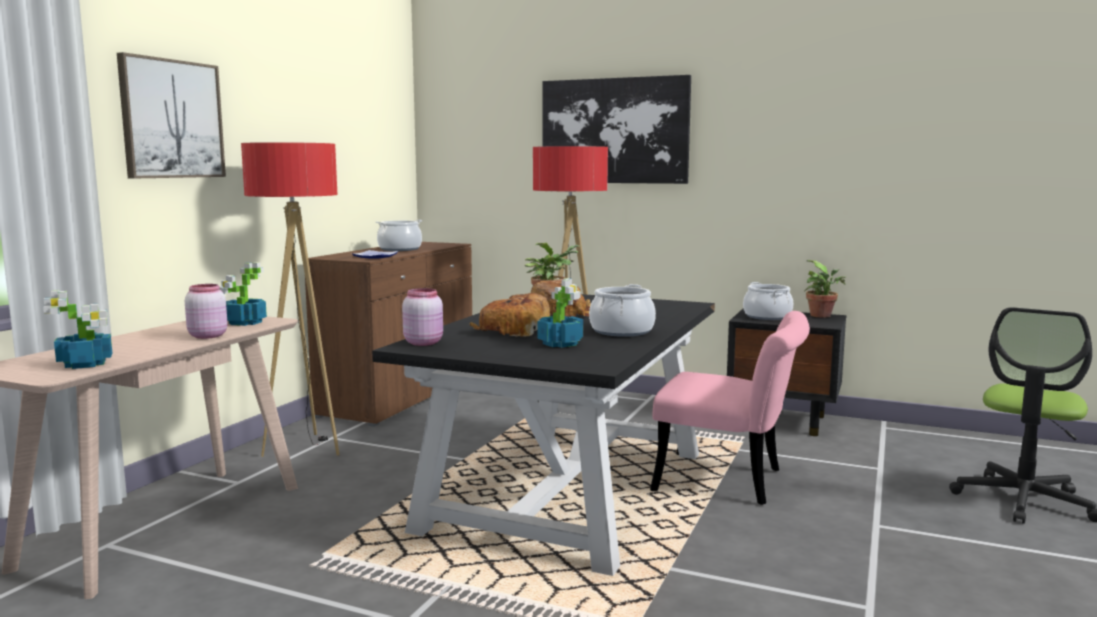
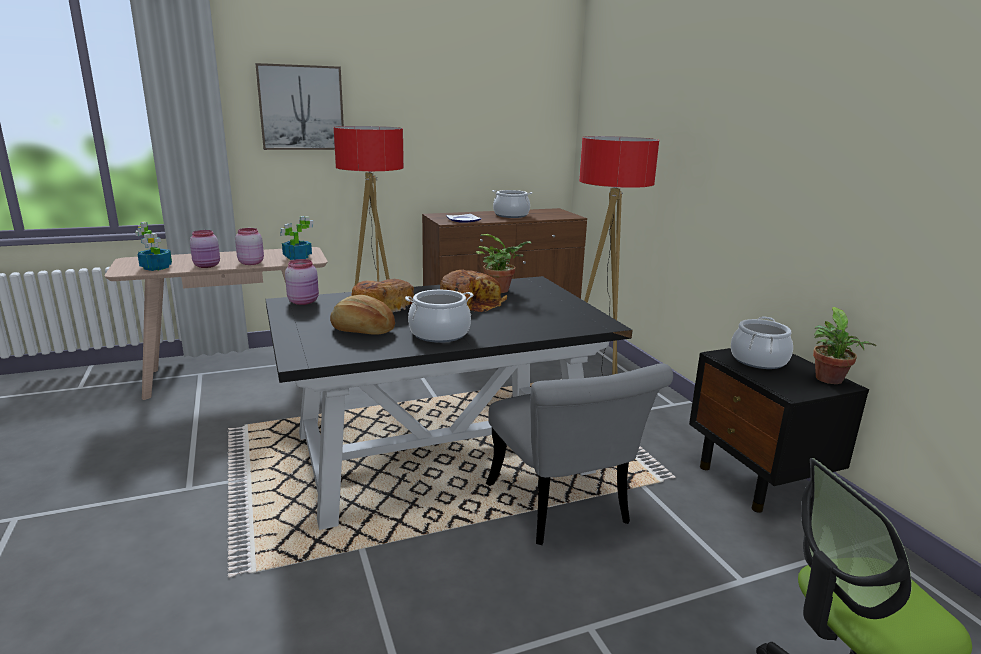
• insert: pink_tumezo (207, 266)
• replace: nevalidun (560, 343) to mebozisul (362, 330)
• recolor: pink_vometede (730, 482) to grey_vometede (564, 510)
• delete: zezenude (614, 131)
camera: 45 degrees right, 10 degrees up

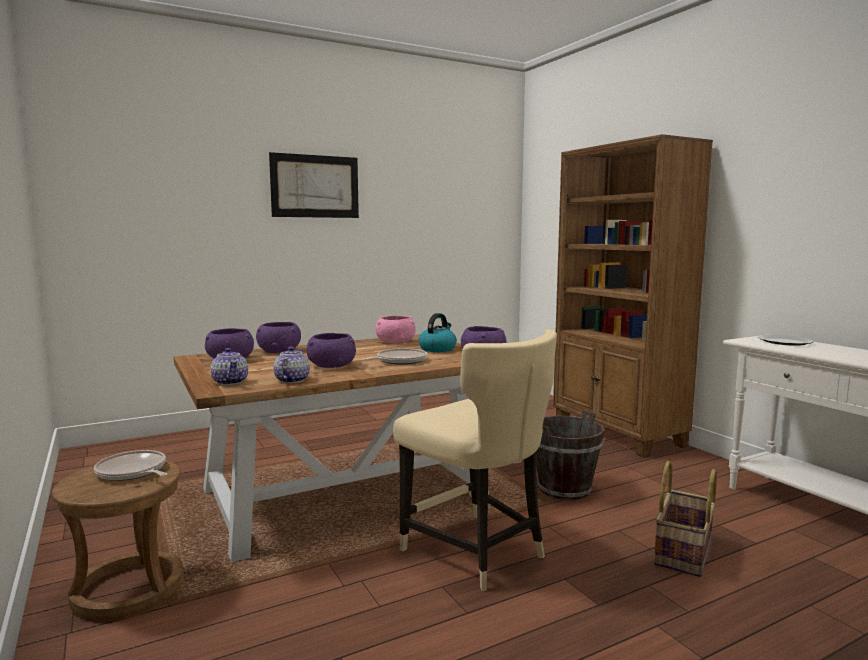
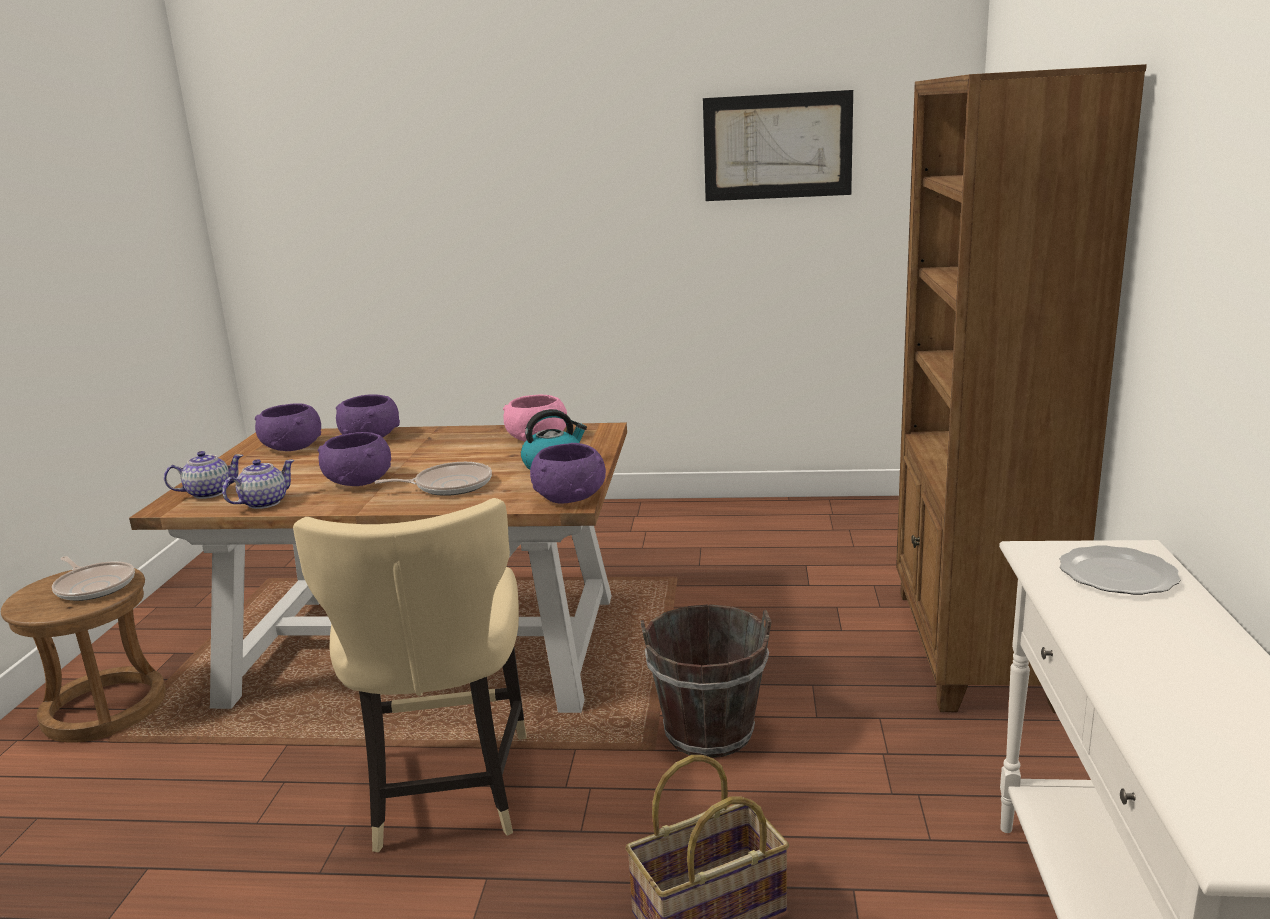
• rotate: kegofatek (133, 472) = (94, 586) 150 degrees clockwise
• rotate: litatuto (230, 382) = (208, 493) 120 degrees counterclockwise
• move: zezenude (315, 186) to (777, 146)
camera: 35 degrees right, 10 degrees up

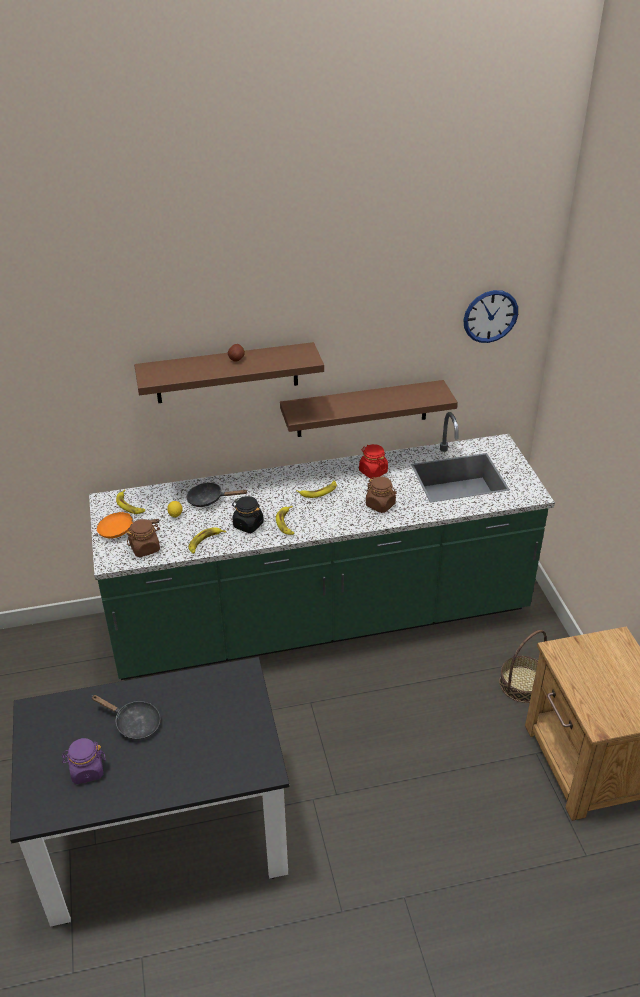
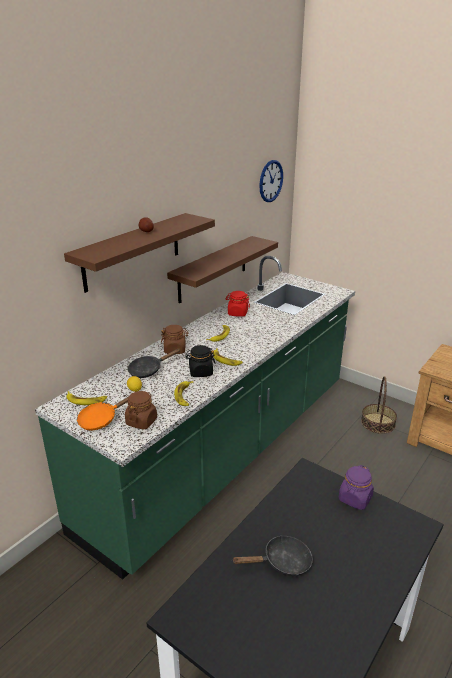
• move: brown_tumezo (380, 505) to (175, 350)
• move: purple_tumezo (87, 770) to (355, 499)
camera: 40 degrees left, 10 degrees down

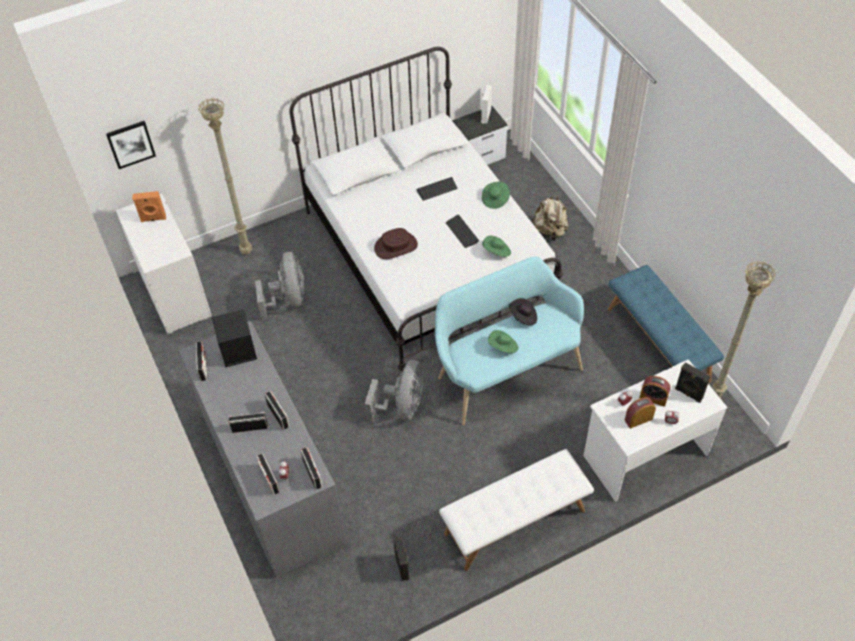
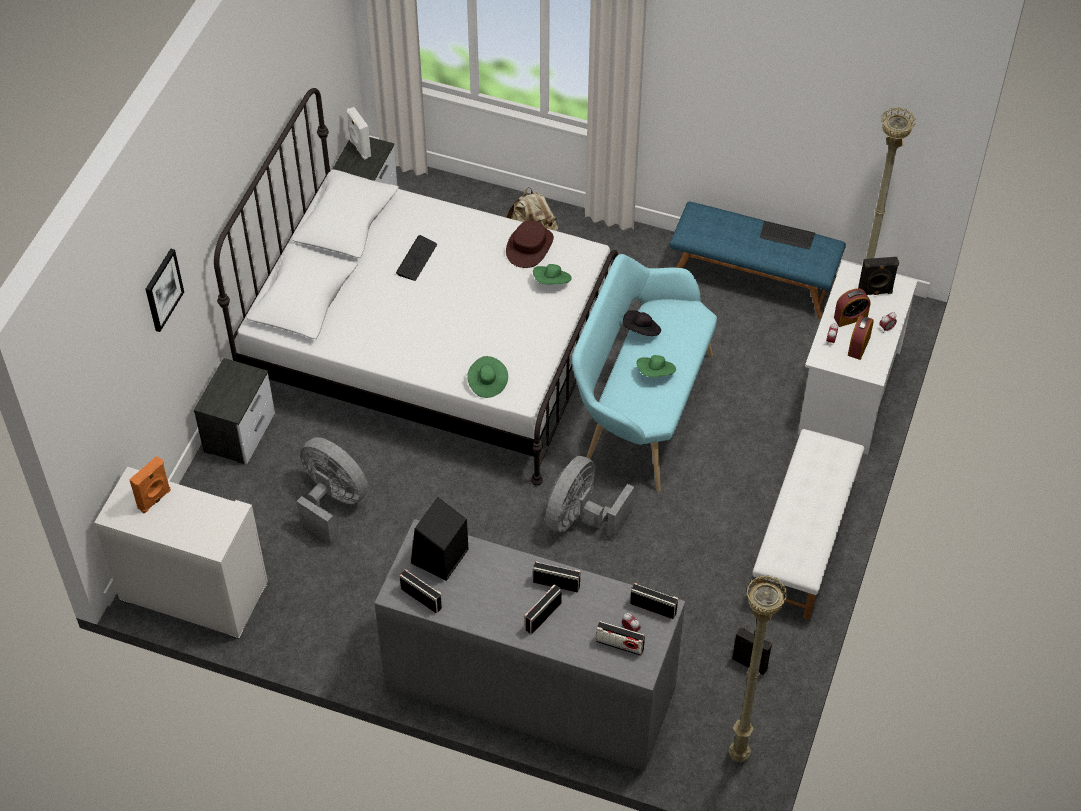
• move: zezenude (130, 144) to (163, 289)
• insert: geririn (240, 432)
• move: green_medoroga (495, 199) to (487, 383)
• move: brown_medoroga (396, 246) to (529, 246)
• rotate: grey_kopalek (402, 406) = (580, 518) 120 degrees counterclockwise
• move: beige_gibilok (246, 251) to (738, 754)
• move: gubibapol (462, 232) to (787, 236)
camera: 45 degrees left, 0 degrees up

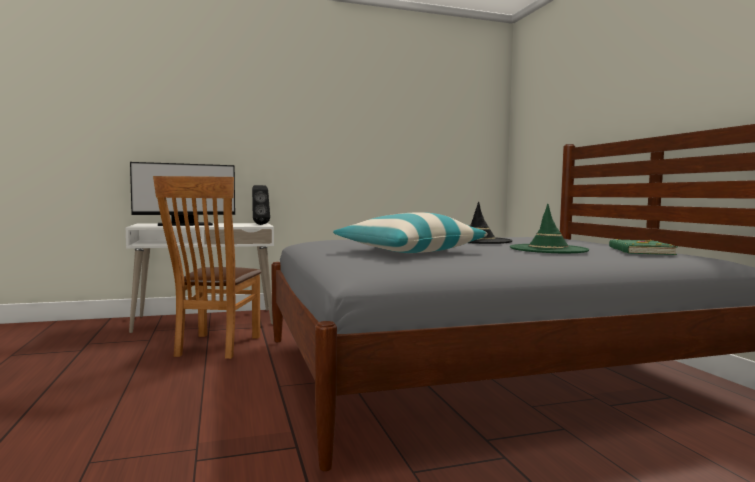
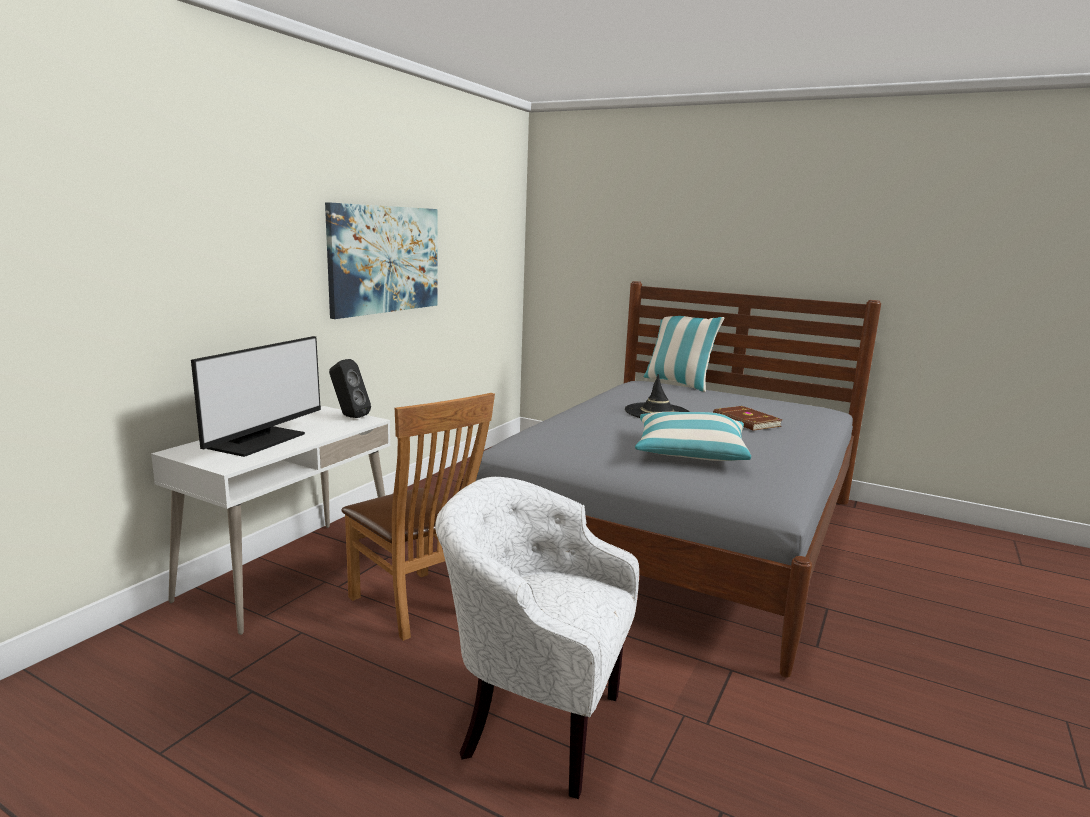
• insert: zezenude (385, 259)
• insert: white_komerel (533, 723)
• insert: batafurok (678, 383)
• replace: green_medoroga (548, 249) to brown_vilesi (745, 421)
• delete: green_vilesi (639, 251)
camera: 45 degrees left, 10 degrees up

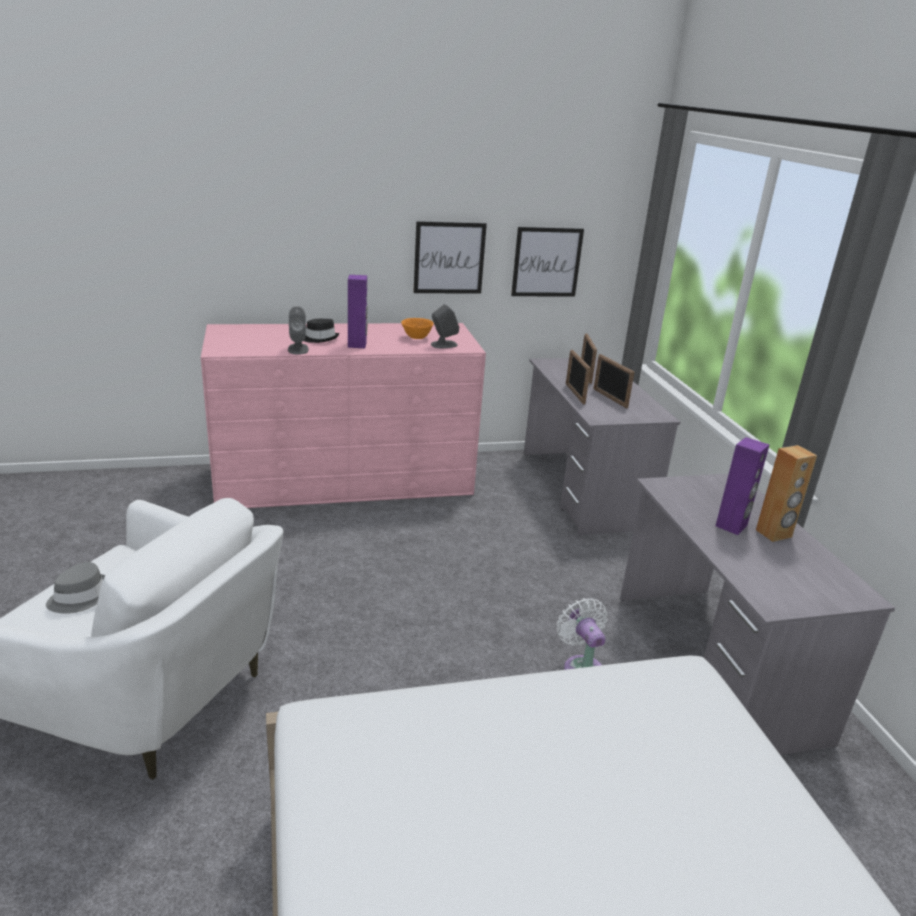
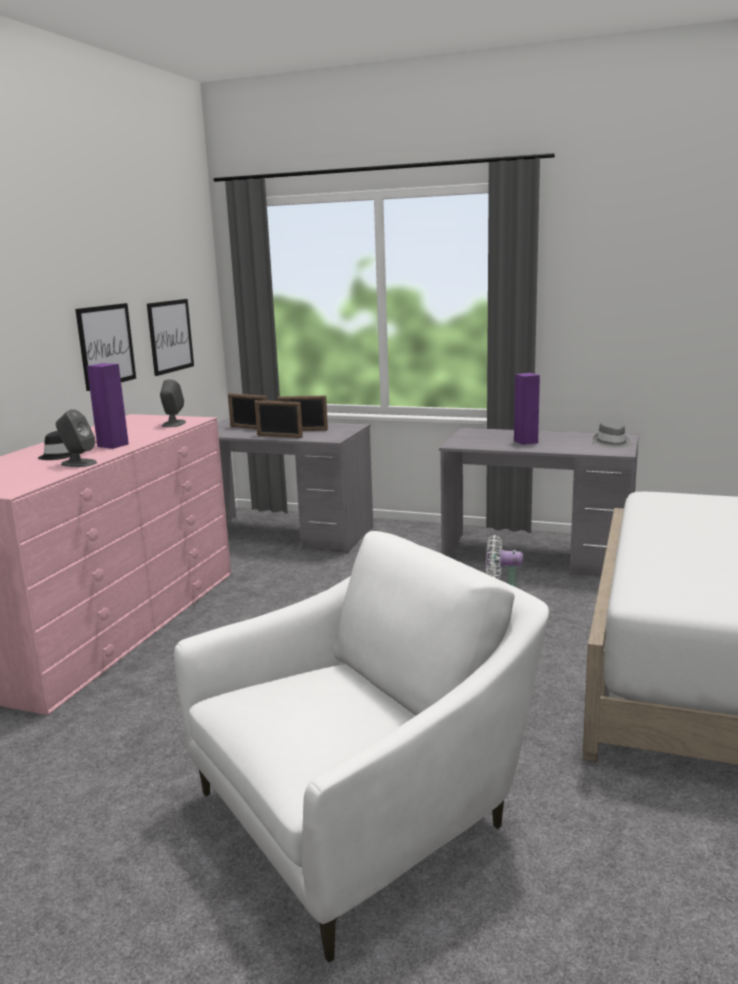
• move: grey_medoroga (80, 596) to (612, 442)
• delete: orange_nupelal (416, 338)
• delete: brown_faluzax (774, 534)
camera: 55 degrees left, 10 degrees down

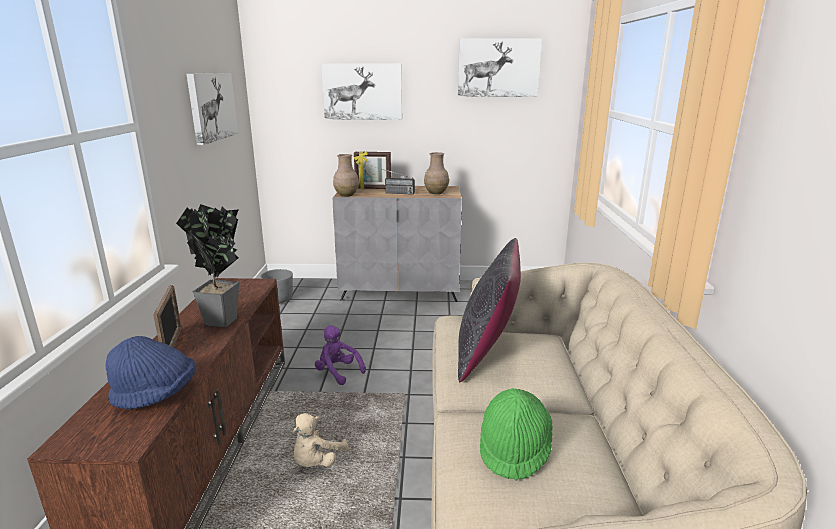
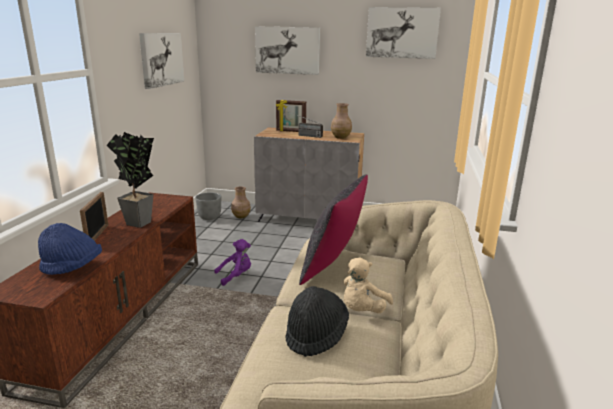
• rotate: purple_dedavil (338, 372) = (236, 276) 105 degrees clockwise
• move: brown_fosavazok (346, 195) to (240, 216)
• recolor: green_medoroga (514, 448) to black_medoroga (316, 335)
• move: beige_dedavil (317, 462) to (362, 310)
camera: 10 degrees right, 0 degrees up

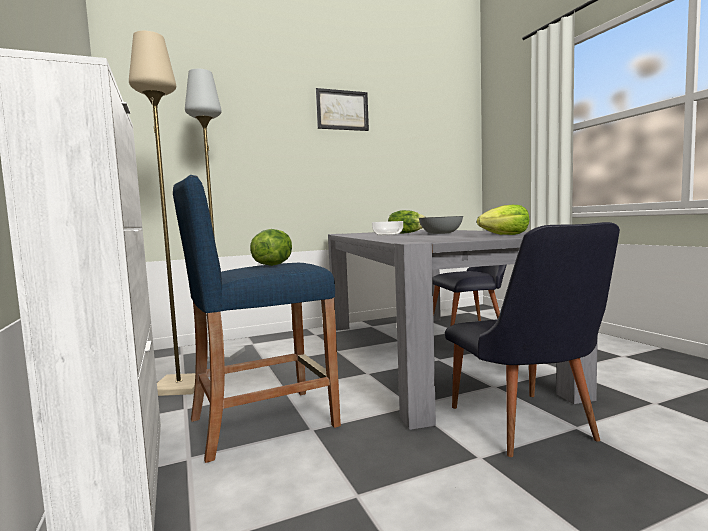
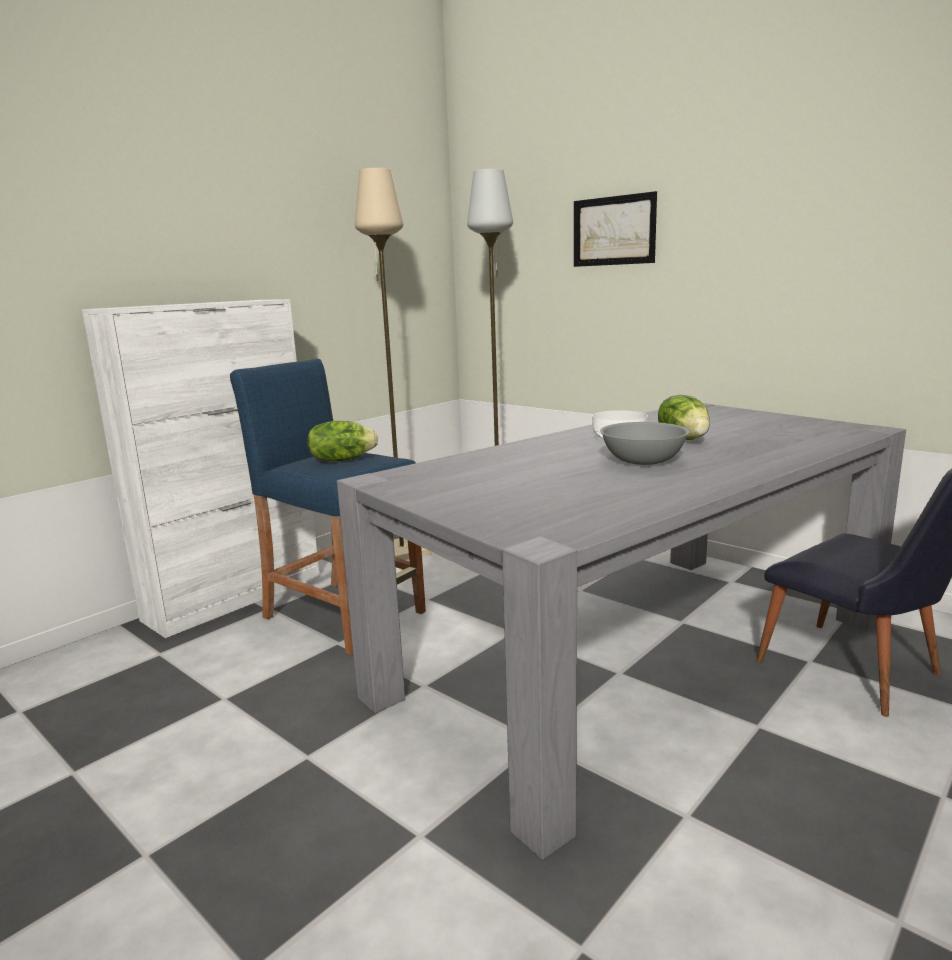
• move: zezenude (342, 110) to (613, 231)
• delete: black_vometede (527, 429)
• delete: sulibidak (505, 235)
camera: 65 degrees right, 10 degrees up

